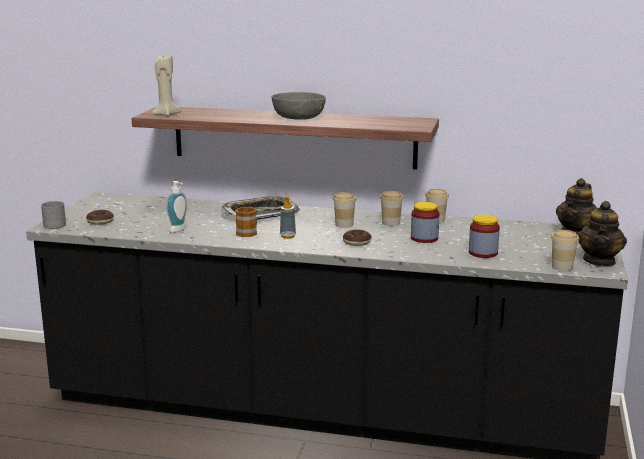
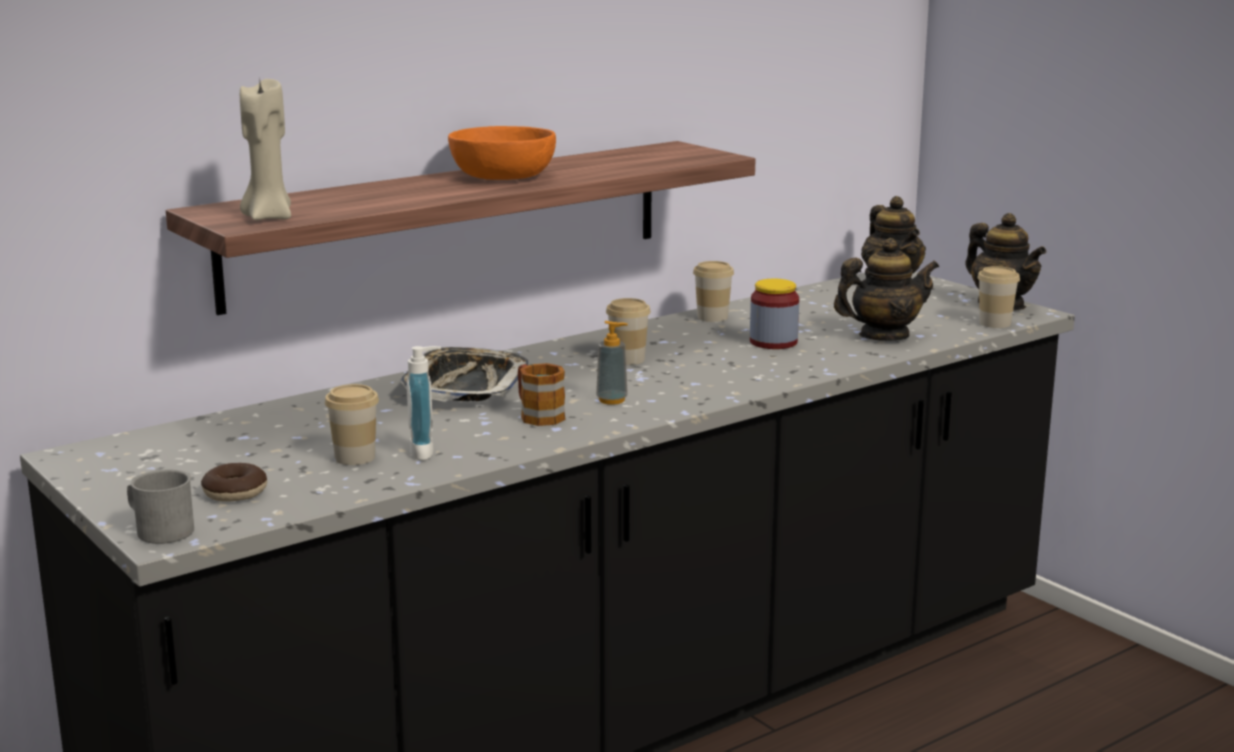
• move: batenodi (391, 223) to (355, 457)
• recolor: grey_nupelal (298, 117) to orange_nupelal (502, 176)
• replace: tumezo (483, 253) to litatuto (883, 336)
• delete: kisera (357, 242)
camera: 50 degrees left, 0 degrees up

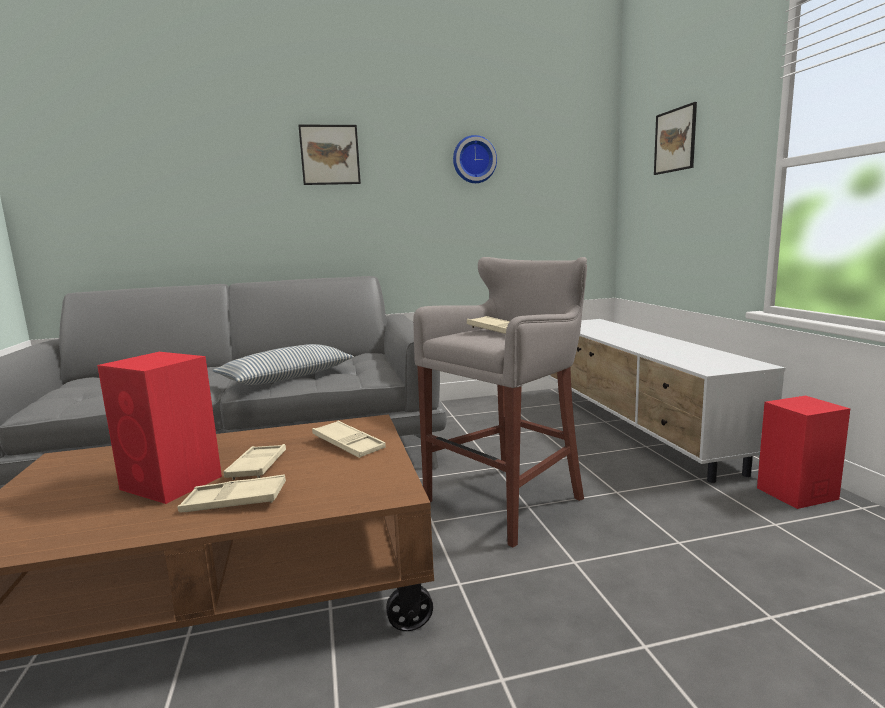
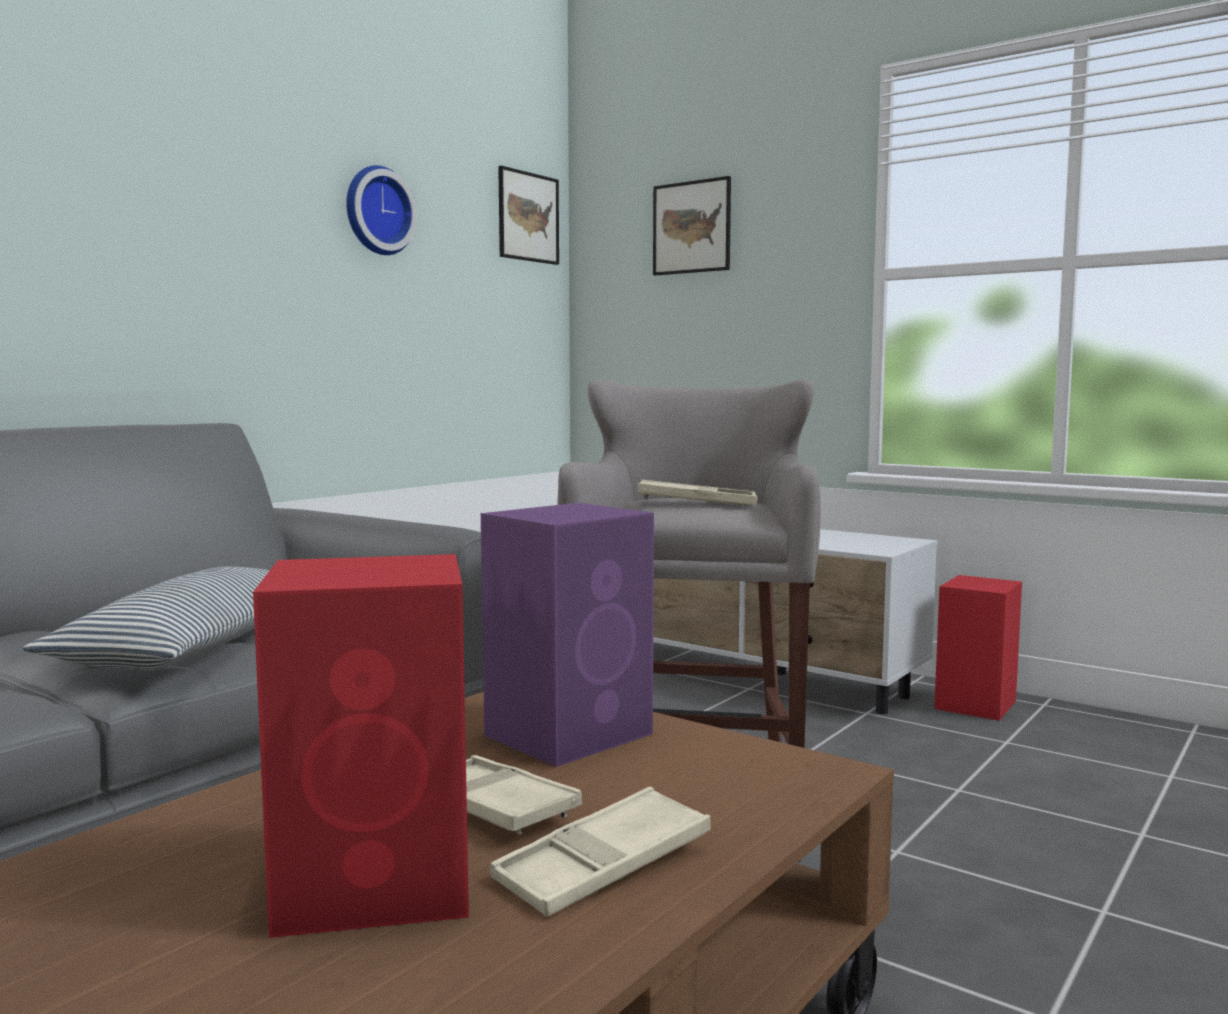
• replace: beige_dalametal (348, 444) to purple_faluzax (571, 733)
• move: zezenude (330, 155) to (528, 217)
camera: 40 degrees left, 5 degrees down

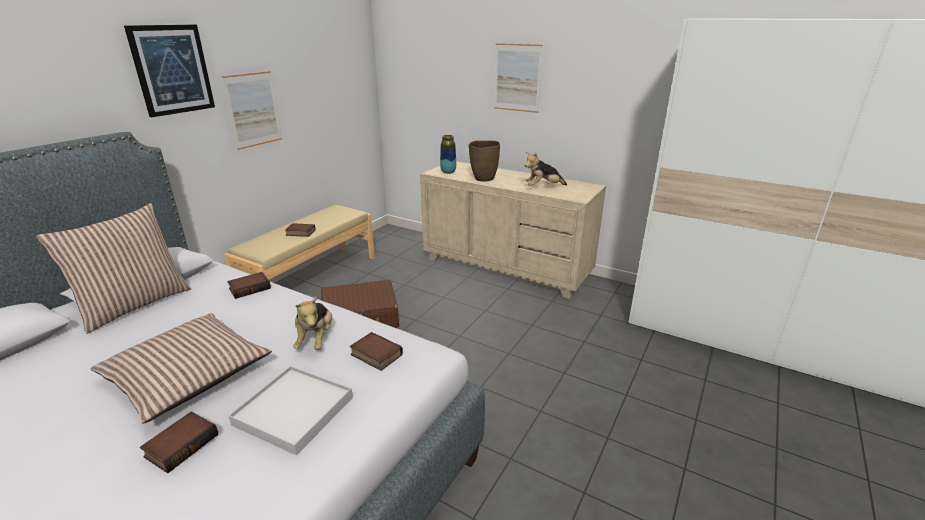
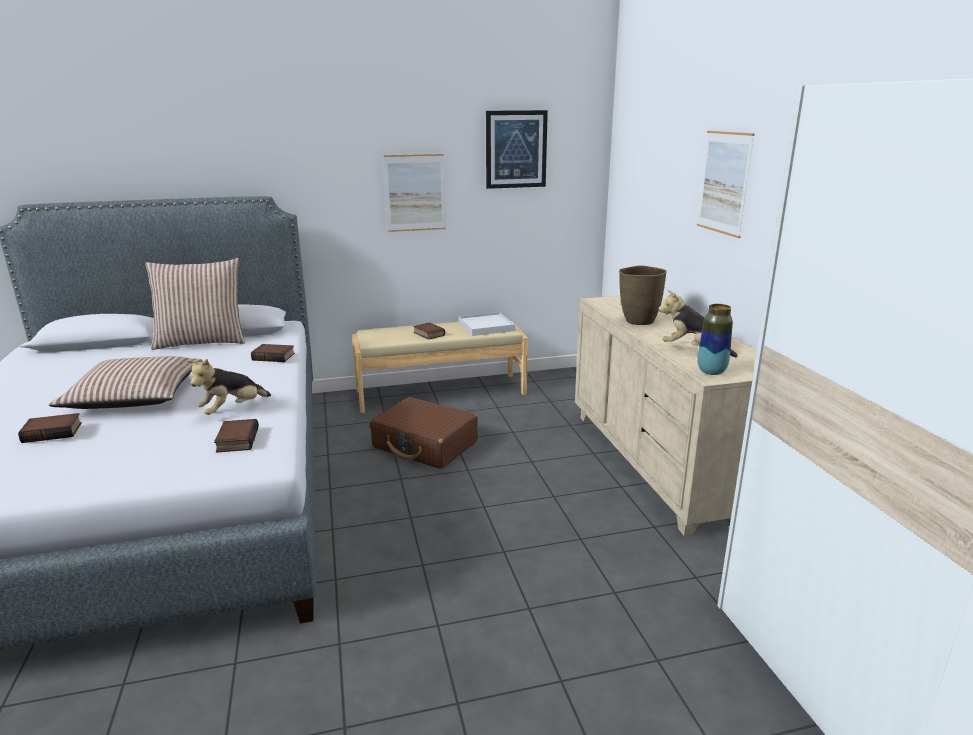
• move: white_dalametal (294, 411) to (486, 327)
• move: zezenude (172, 70) to (516, 149)
• move: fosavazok (448, 172) to (711, 371)
camera: 45 degrees right, 5 degrees down

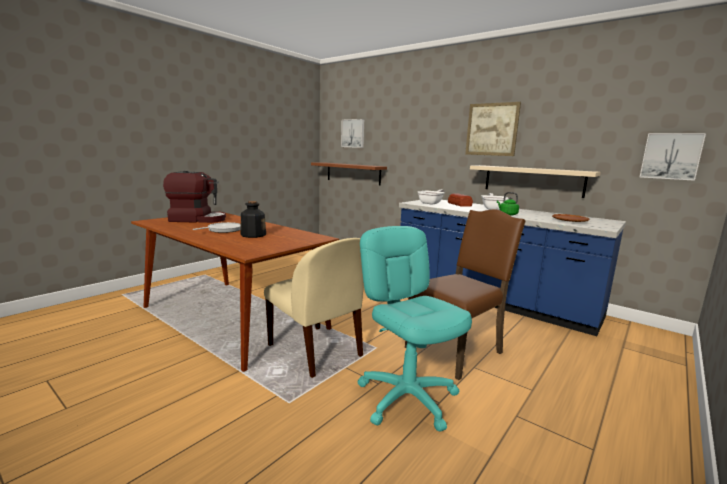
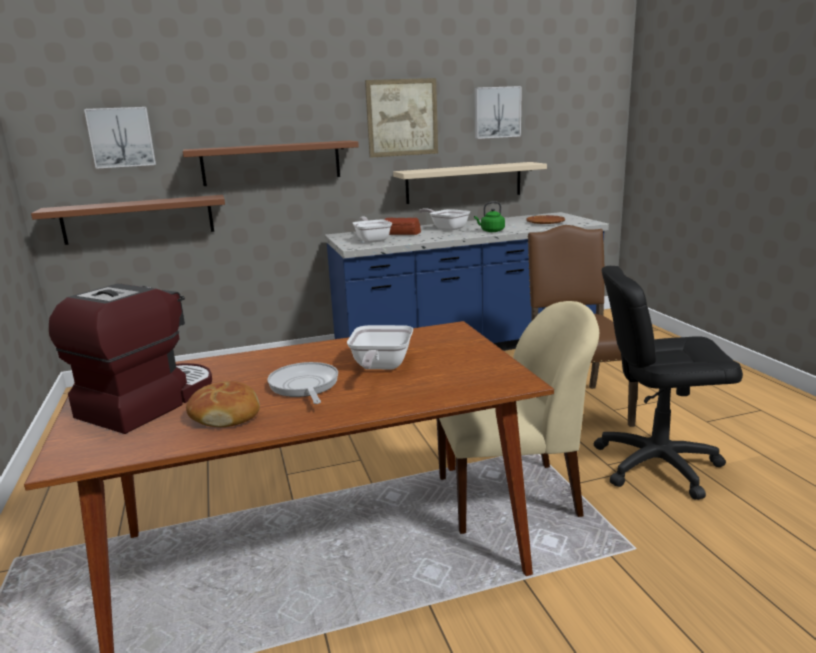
• insert: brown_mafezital (271, 163)
• insert: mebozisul (225, 415)
• replace: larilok (253, 235) to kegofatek (380, 367)
• move: zezenude (671, 156) to (496, 112)
• recolor: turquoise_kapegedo (407, 398) to black_kapegedo (656, 465)
camera: 55 degrees left, 5 degrees up

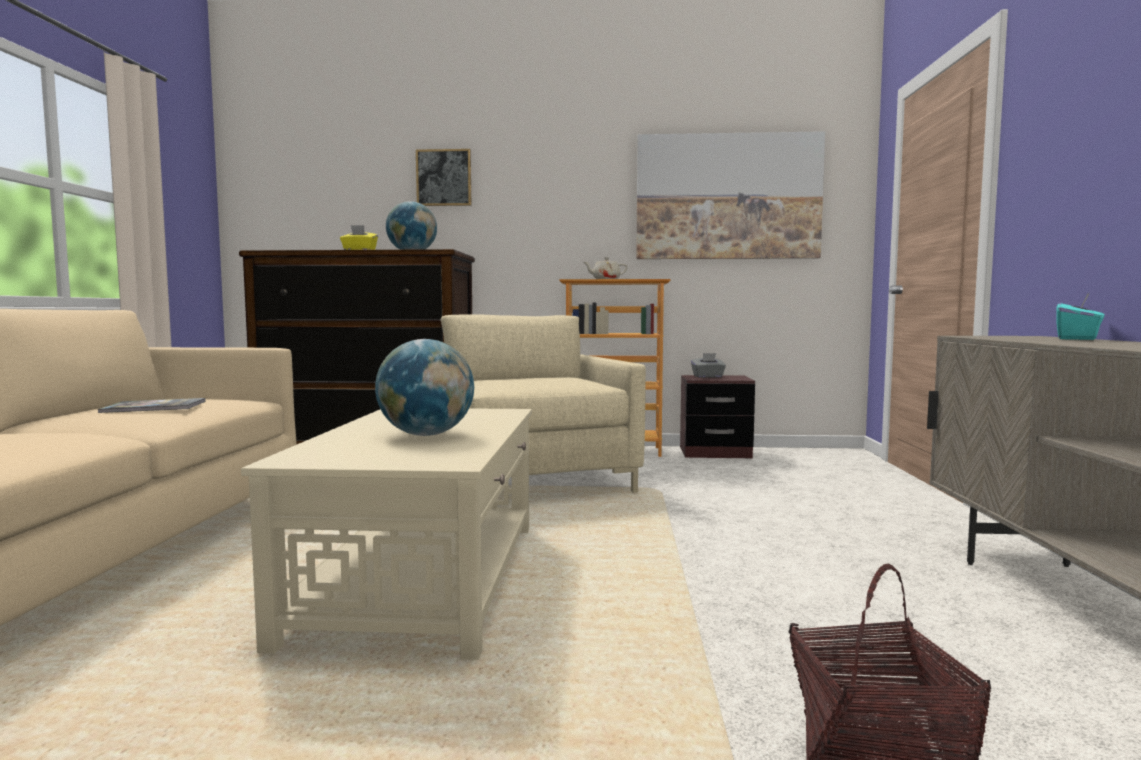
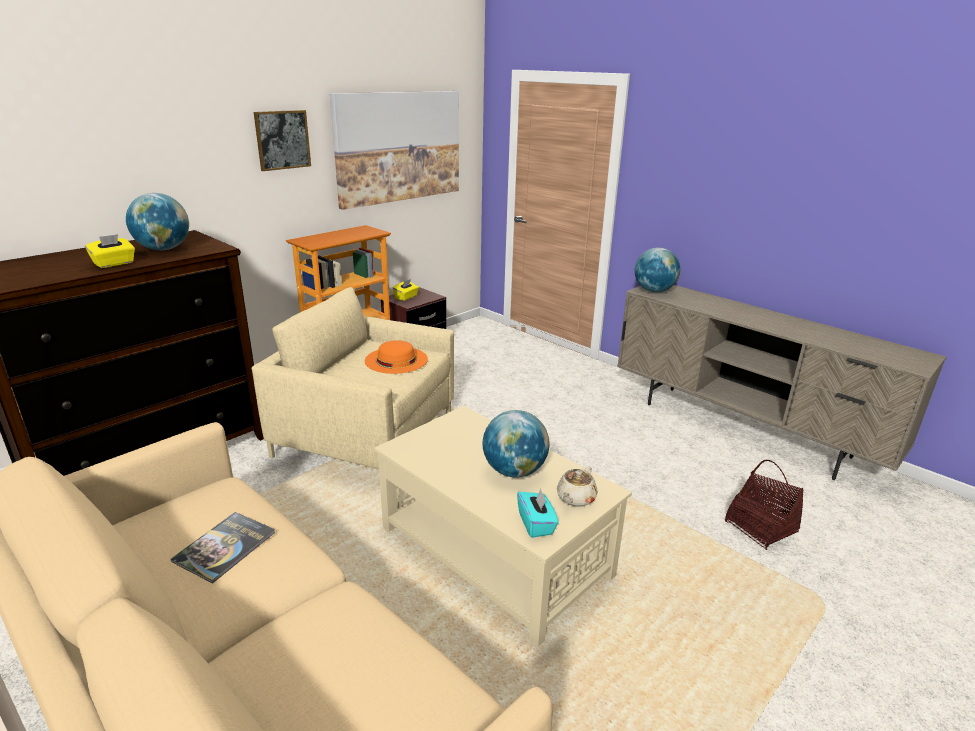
• move: zezenude (444, 178) to (282, 140)
• insert: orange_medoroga (396, 360)
• recolor: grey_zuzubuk (708, 377) to yellow_zuzubuk (406, 297)
• move: turquoise_zuzubuk (1077, 339) to (536, 524)
• move: beige_litatuto (605, 279) to (575, 498)
• insert: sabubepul (654, 291)
camera: 50 degrees left, 20 degrees up

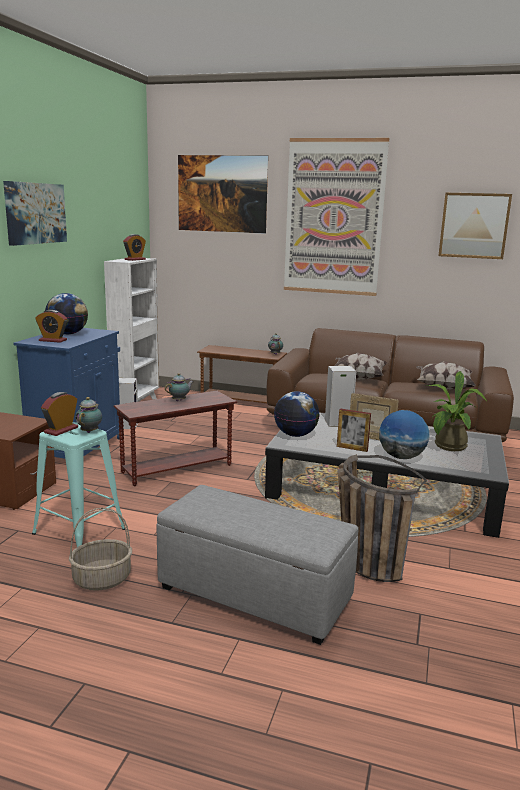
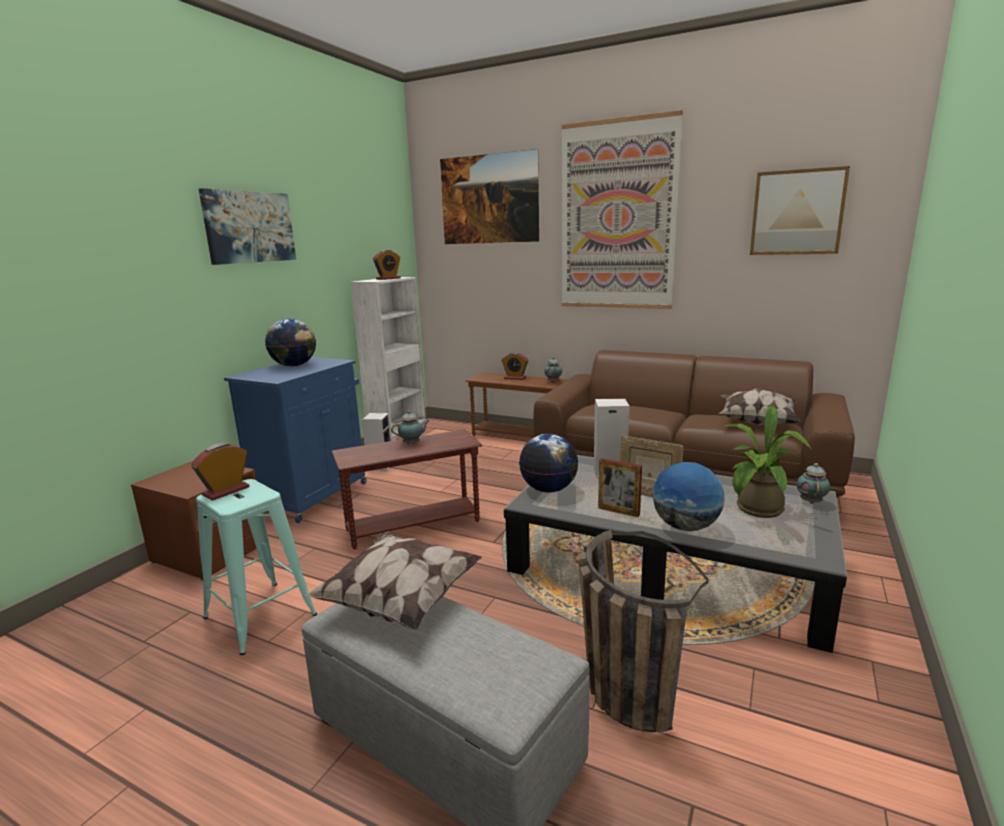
• move: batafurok (357, 378) to (400, 600)
• move: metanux (53, 340) to (515, 378)
• move: litatuto (90, 431) to (810, 501)
• delete: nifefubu (102, 579)
camera: 10 degrees right, 0 degrees up

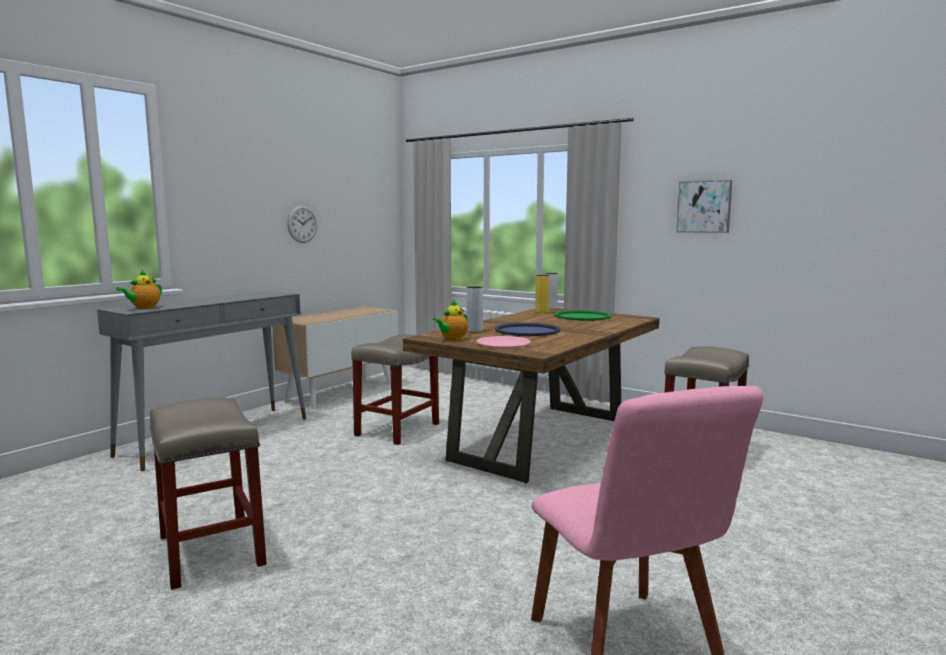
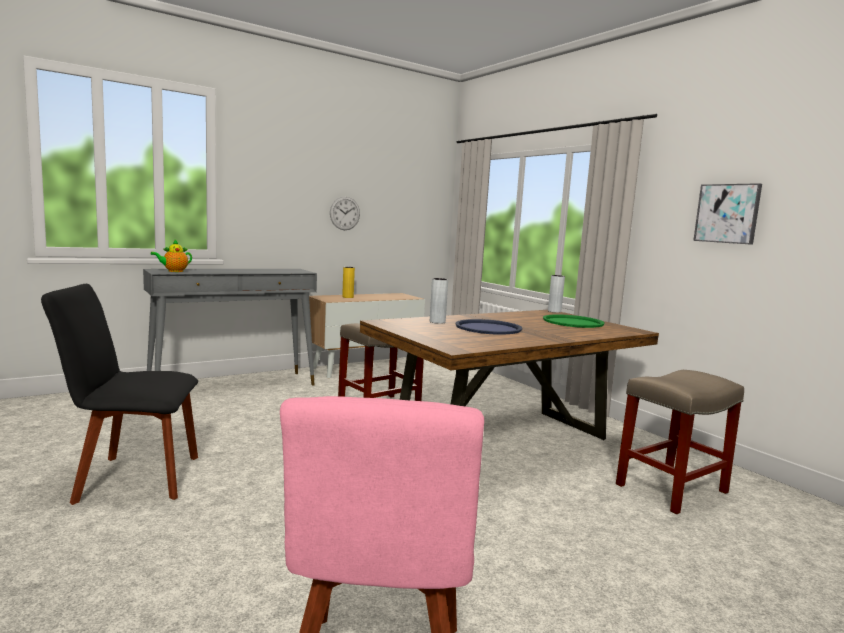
• replace: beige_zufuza (210, 549) to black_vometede (132, 478)
• move: yellow_fosavazok (542, 311) to (348, 297)
• delete: litatuto (452, 339)
• delete: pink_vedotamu (503, 343)
camera: 20 degrees right, 0 degrees up

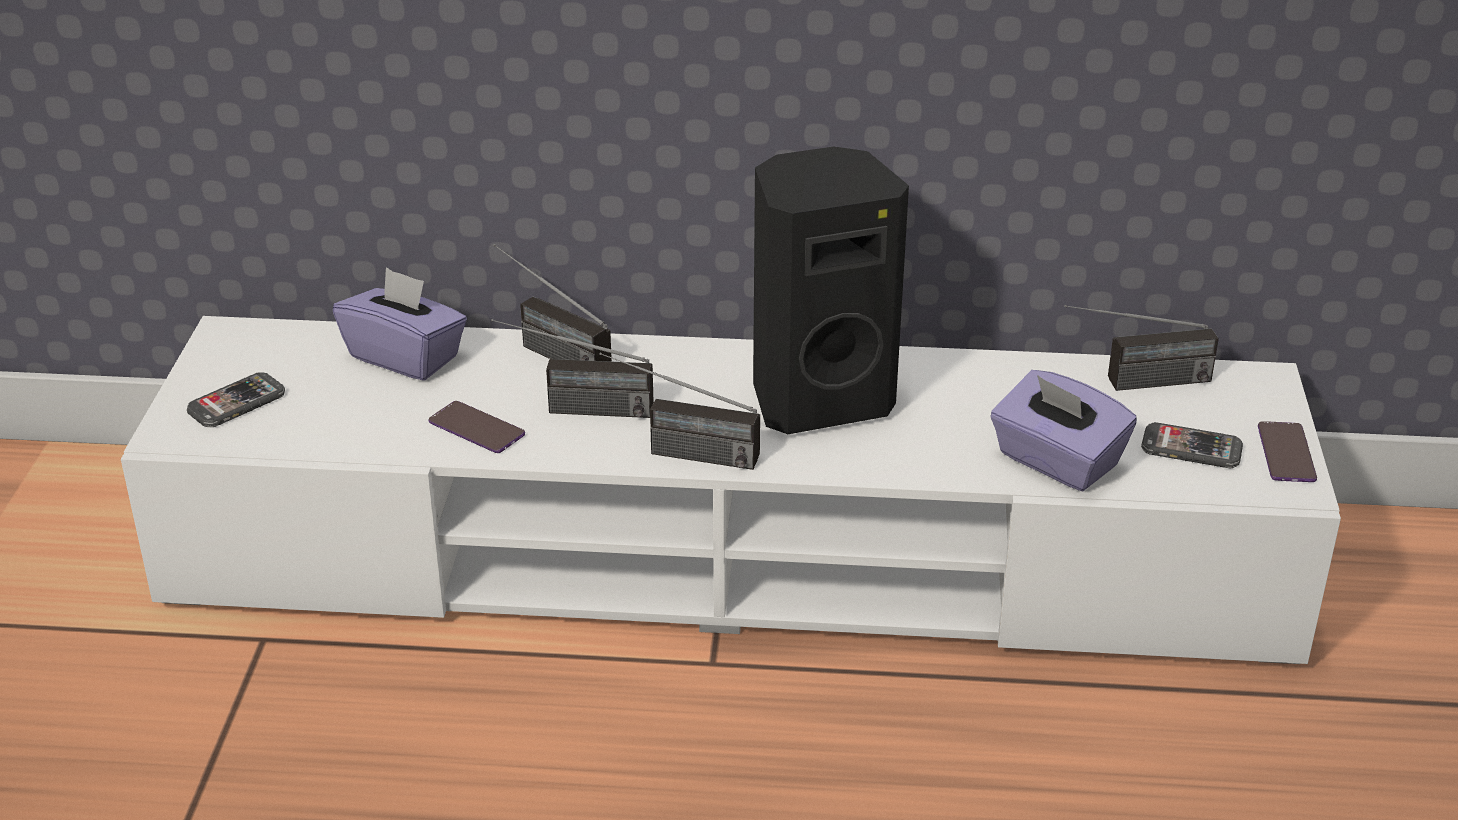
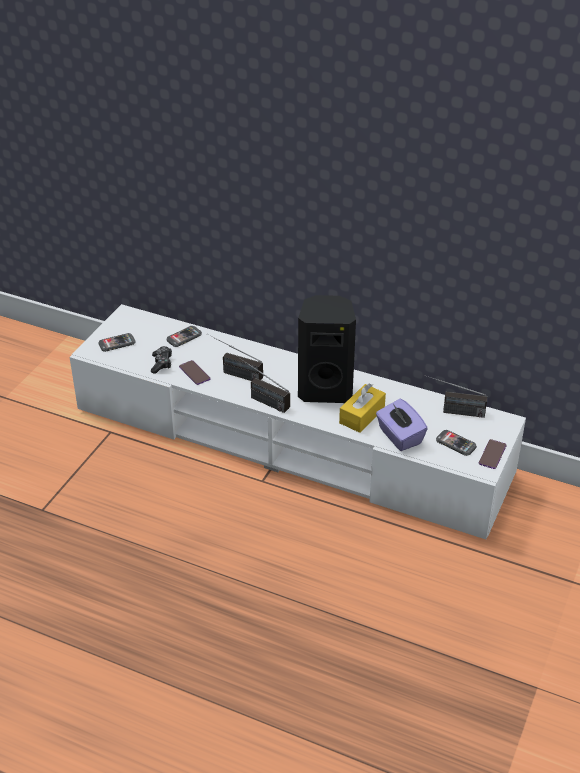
• insert: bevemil (161, 363)
• replace: purple_zuzubuk (405, 356) to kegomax (184, 337)
• insert: yellow_zuzubuk (362, 415)
• delete: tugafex (545, 350)
camera: 20 degrees right, 5 degrees up

